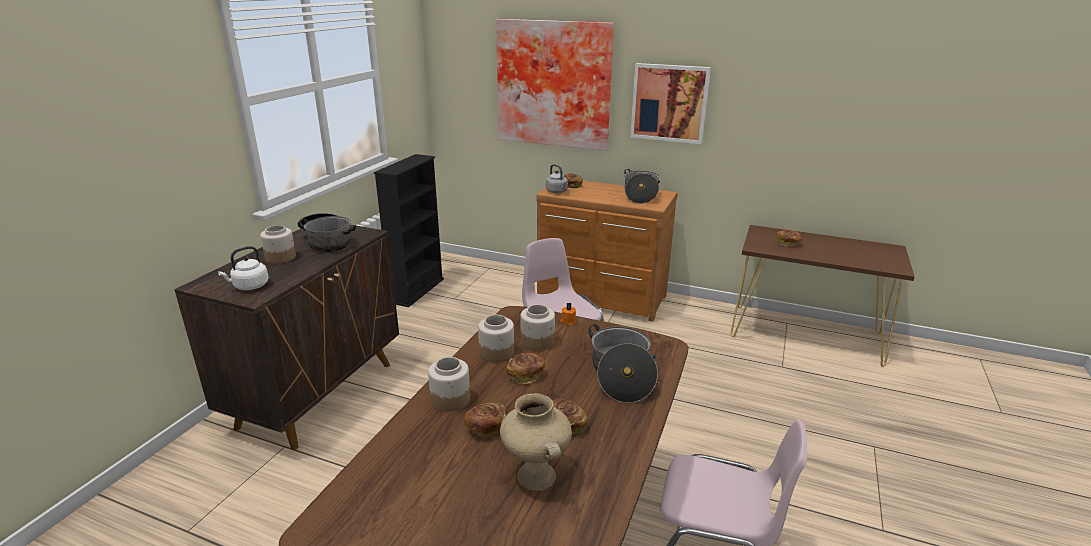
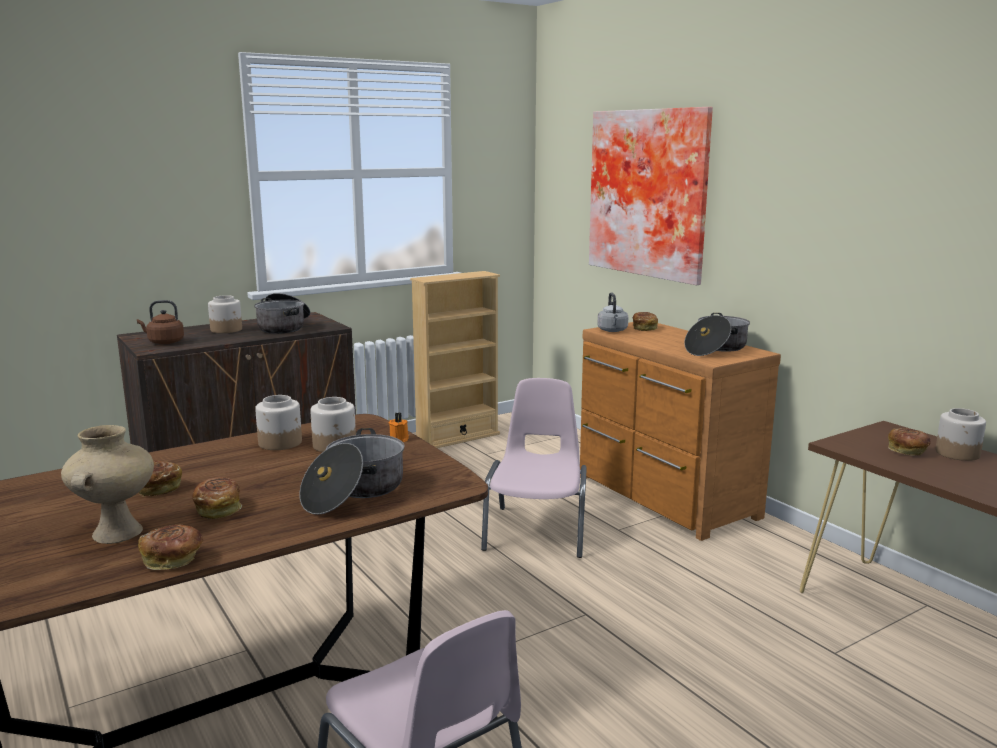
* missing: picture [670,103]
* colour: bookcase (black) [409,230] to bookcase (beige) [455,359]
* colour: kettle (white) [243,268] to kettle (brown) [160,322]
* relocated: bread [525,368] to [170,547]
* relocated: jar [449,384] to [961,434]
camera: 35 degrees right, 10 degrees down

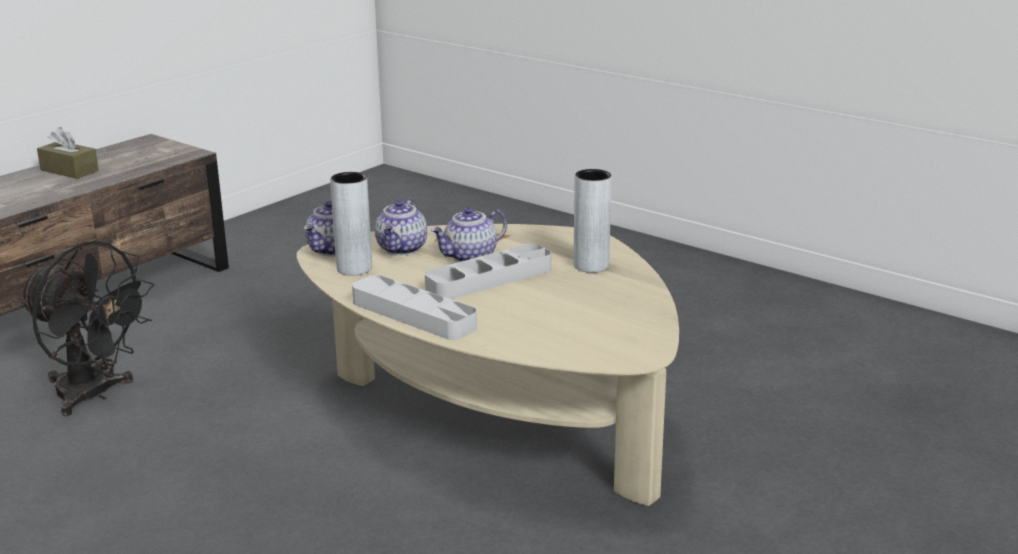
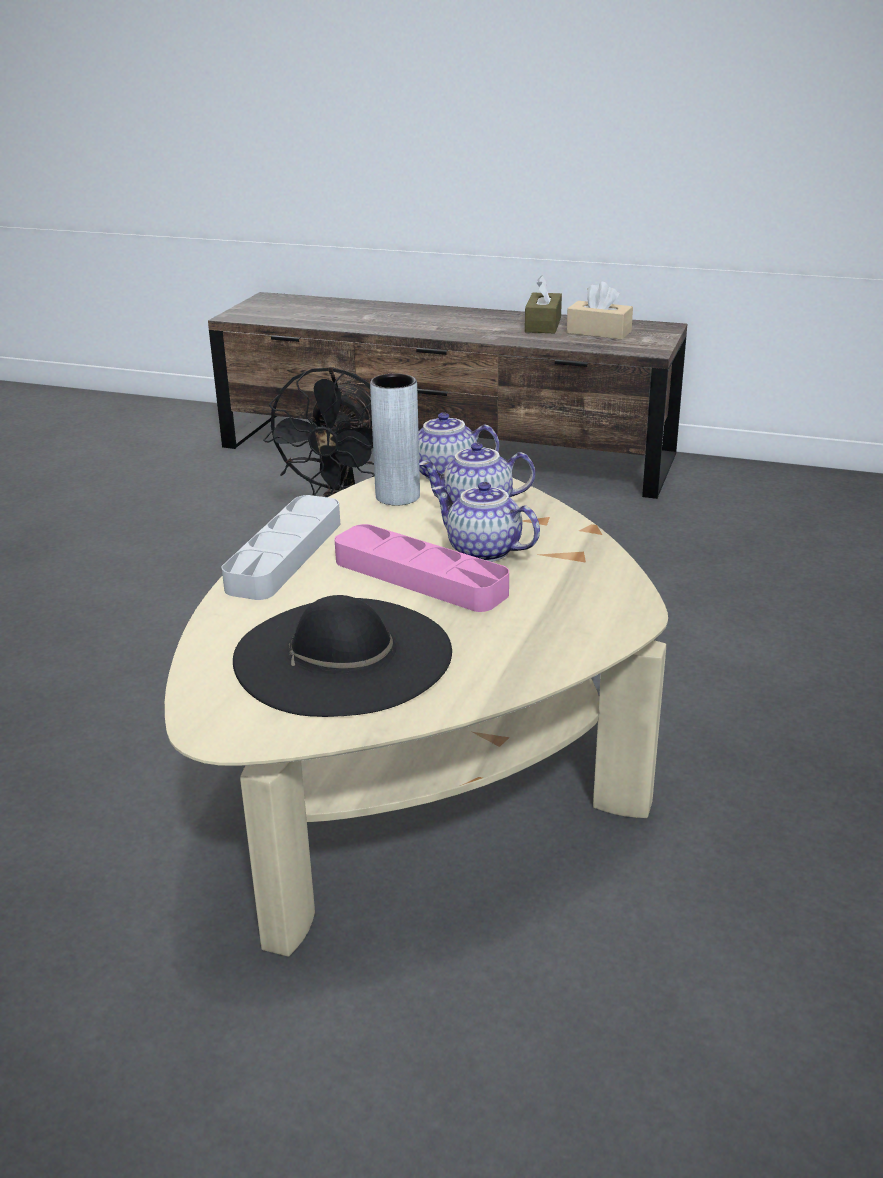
* missing: vase (grey) [593,221]
* colour: tray (grey) [488,271] to tray (pink) [422,568]
* appeared: tissue box (beige) [600,311]
* appeared: hat (black) [342,656]
camera: 70 degrees right, 5 degrees up

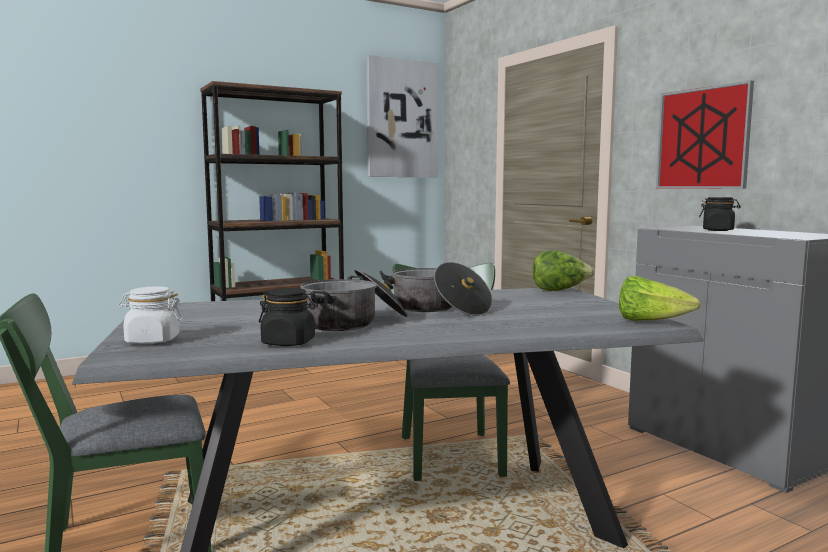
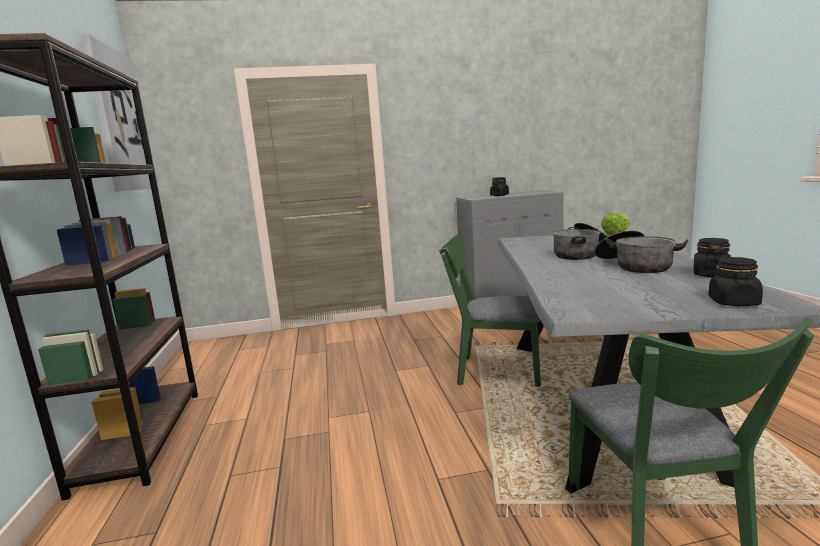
* missing: picture [705,134]
* missing: lettuce [563,270]
* colour: jar (white) [150,315] to jar (black) [735,281]
camera: 70 degrees left, 5 degrees up

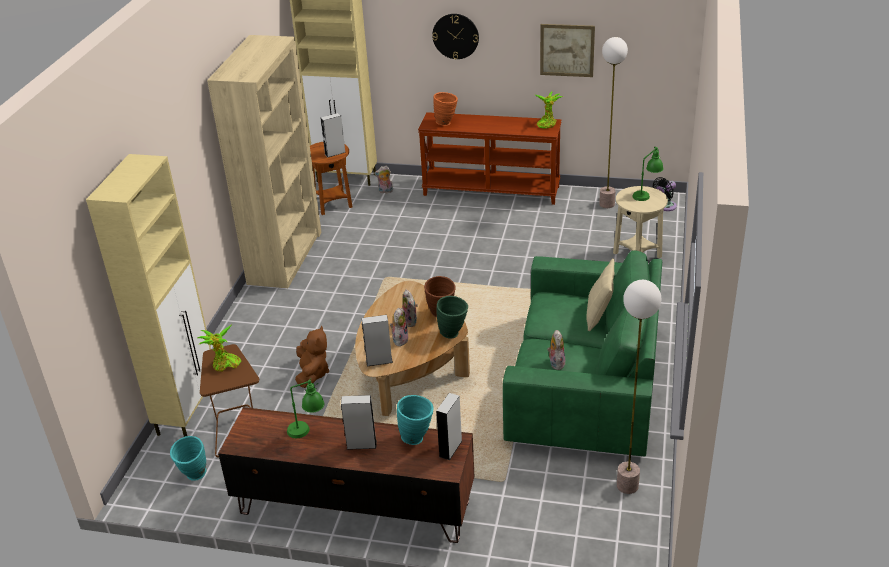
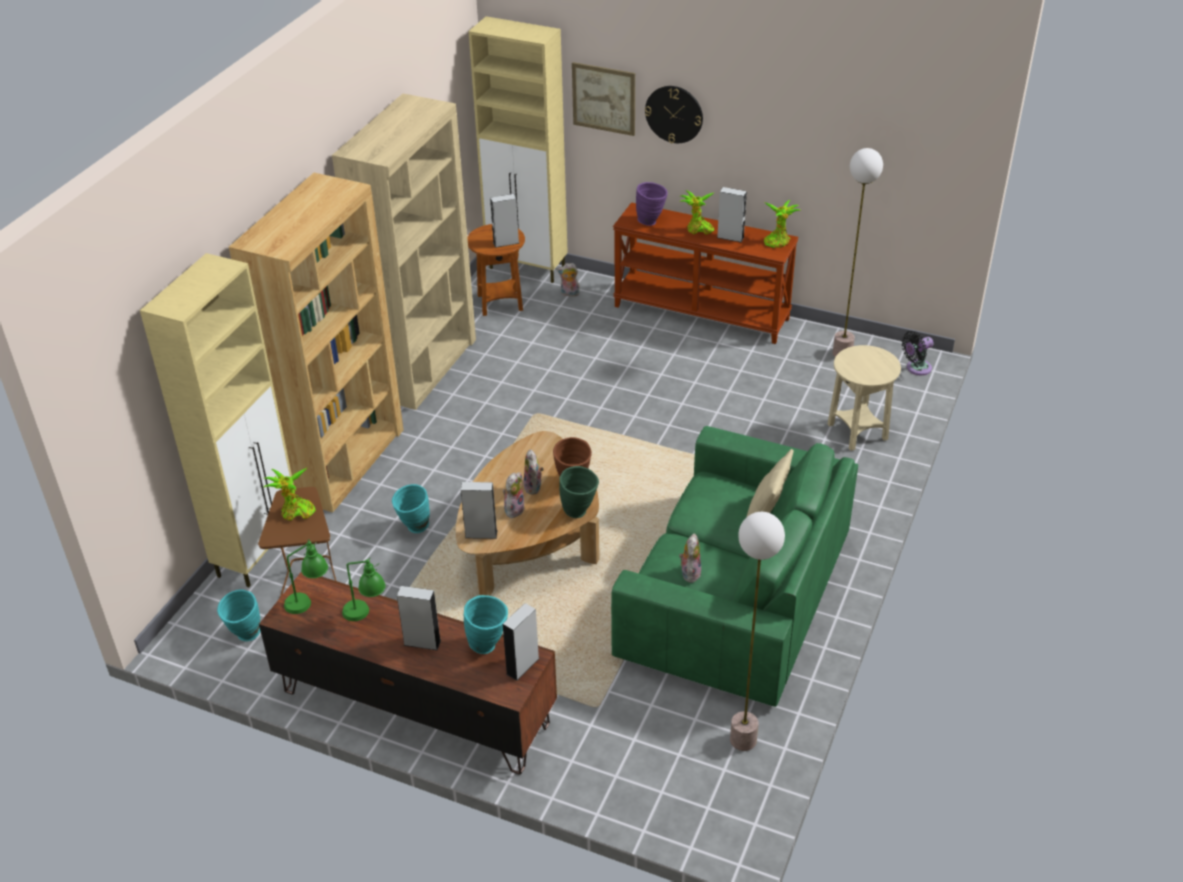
* relocated: picture [567,50] to [603,99]
* colour: vase (orange) [445,109] to vase (purple) [652,204]
* relocated: table lamp (green) [647,174] to [306,576]
* exchanged: plush toy (brown) [312,357] to vase (turquoise) [411,508]
* appeared: bookcase (brown) [316,342]
* appeared: speaker (grey) [732,214]
* appeared: potted plant [697,213]
camera: 10 degrees right, 5 degrees up

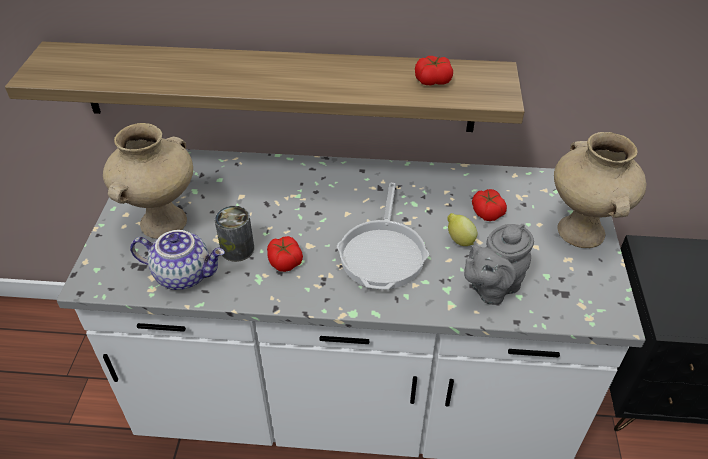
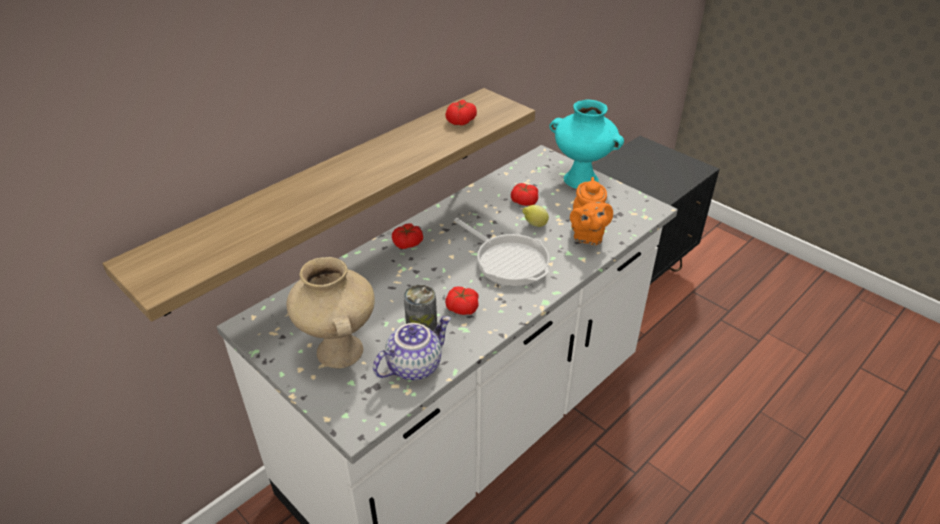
* colour: vase (beige) [600,190] to vase (turquoise) [586,144]
* colour: teapot (grey) [499,264] to teapot (orange) [591,211]
* appeared: tomato [407,236]
camera: 50 degrees left, 5 degrees down

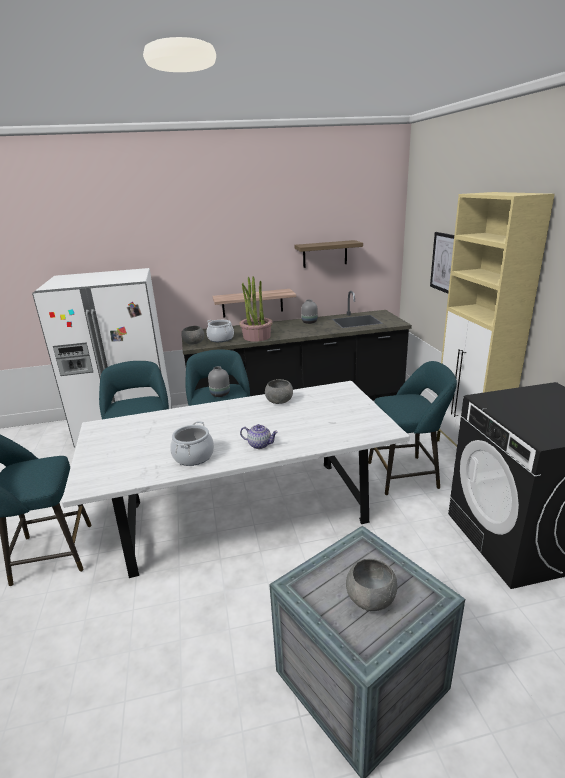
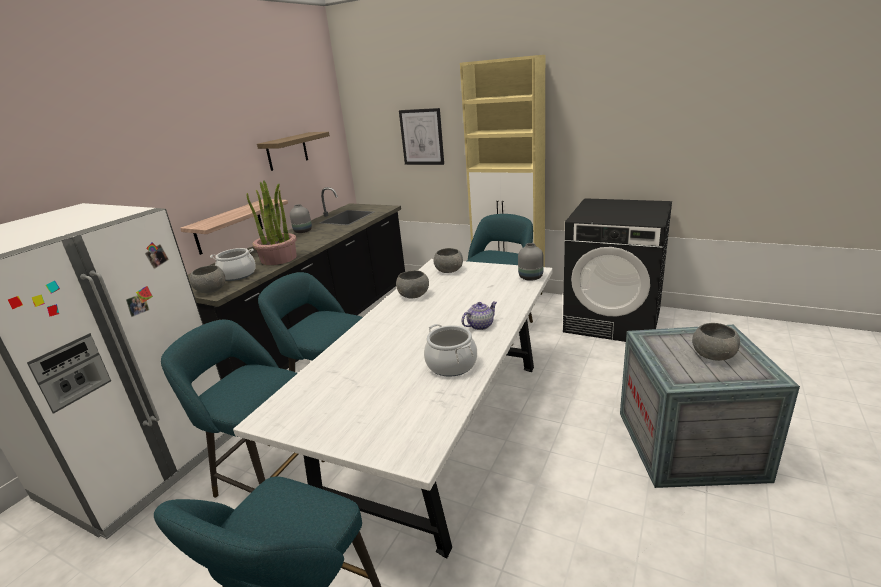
* relocated: vase (grey) [219,381] to [531,262]
* appeared: bowl (grey) [448,260]
camera: 50 degrees left, 0 degrees up

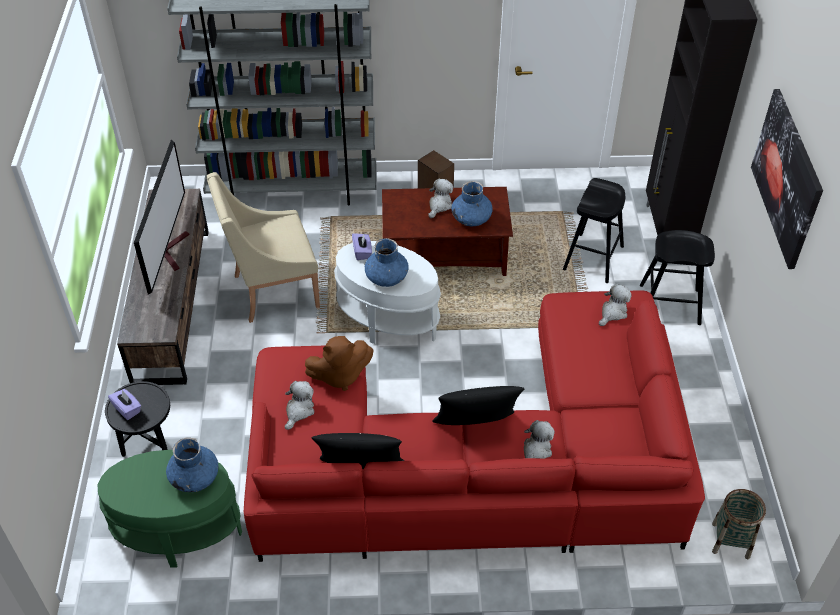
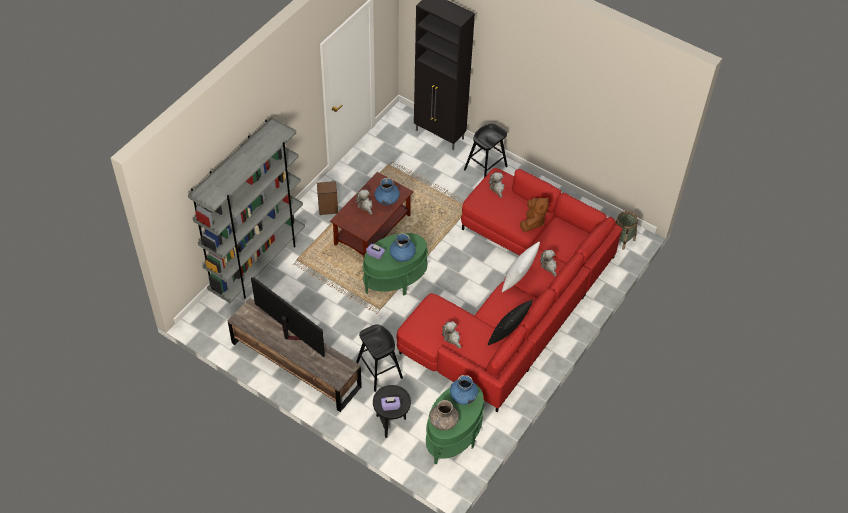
* missing: picture [787,179]
* missing: armchair (beige) [263,247]
* relocated: stool (black) [594,230] to [379,358]
* colour: side table (white) [387,292] to side table (green) [395,264]
* relocated: plush toy (brown) [339,363] to [534,214]
* colour: pillow (black) [478,405] to pillow (white) [521,267]
* appeared: vase (grey) [444,415]
camera: 55 degrees left, 5 degrees up

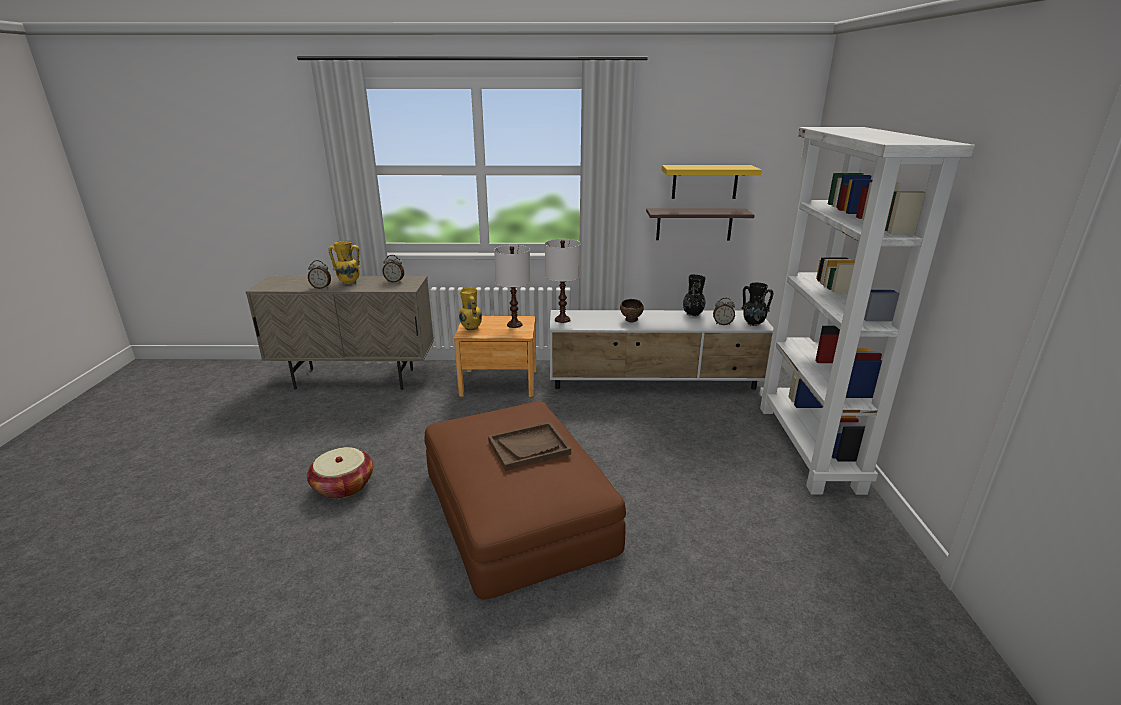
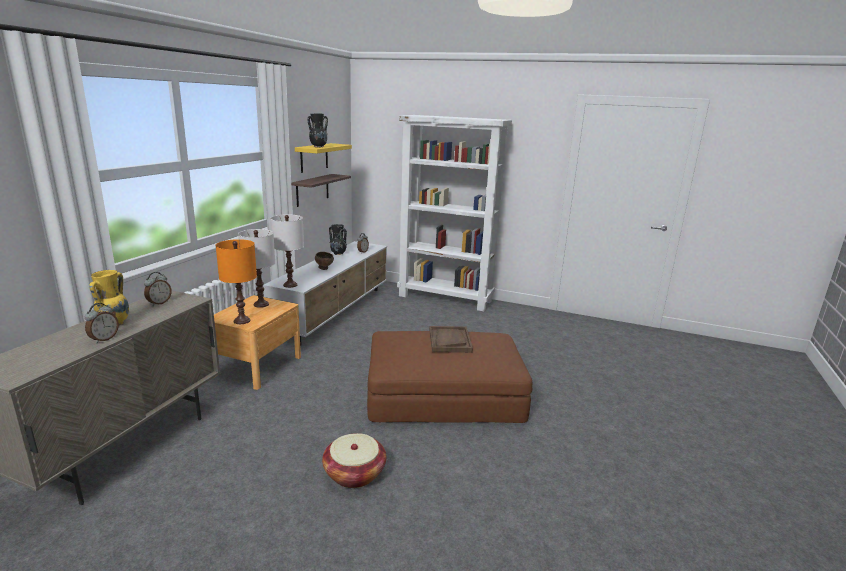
* relocated: vase (black) [757,304] to [317,130]
* exchanged: vase (yellow) [470,309] to table lamp (orange) [236,281]
camera: 70 degrees left, 5 degrees down

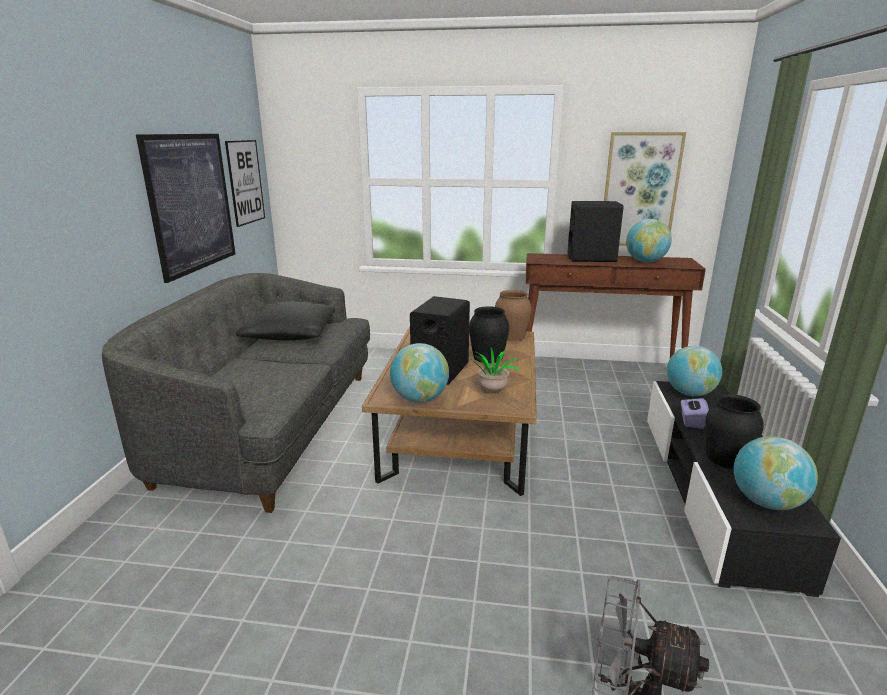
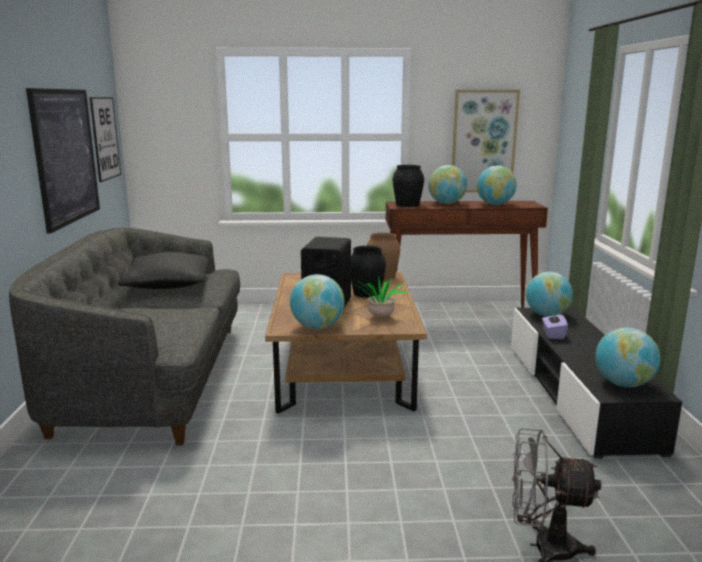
* exchanged: speaker (black) [595,231] to globe [447,184]
* relocated: vase (black) [734,431] to [408,186]
camera: 10 degrees left, 5 degrees down

